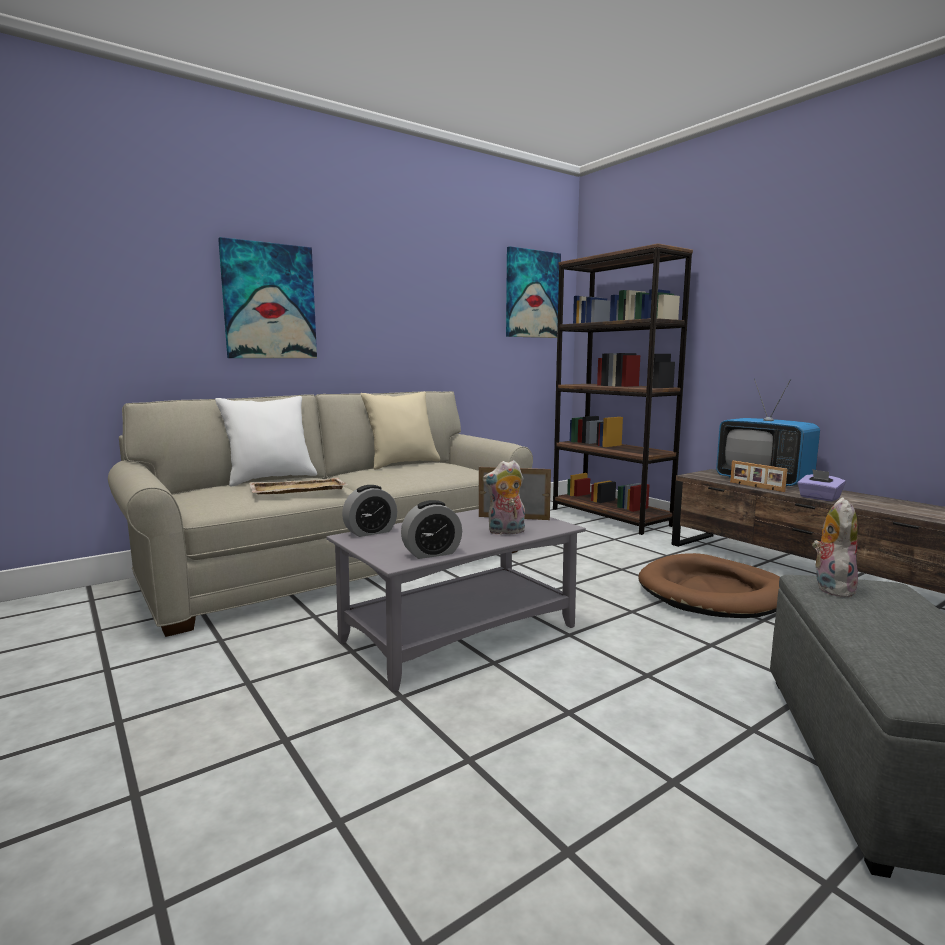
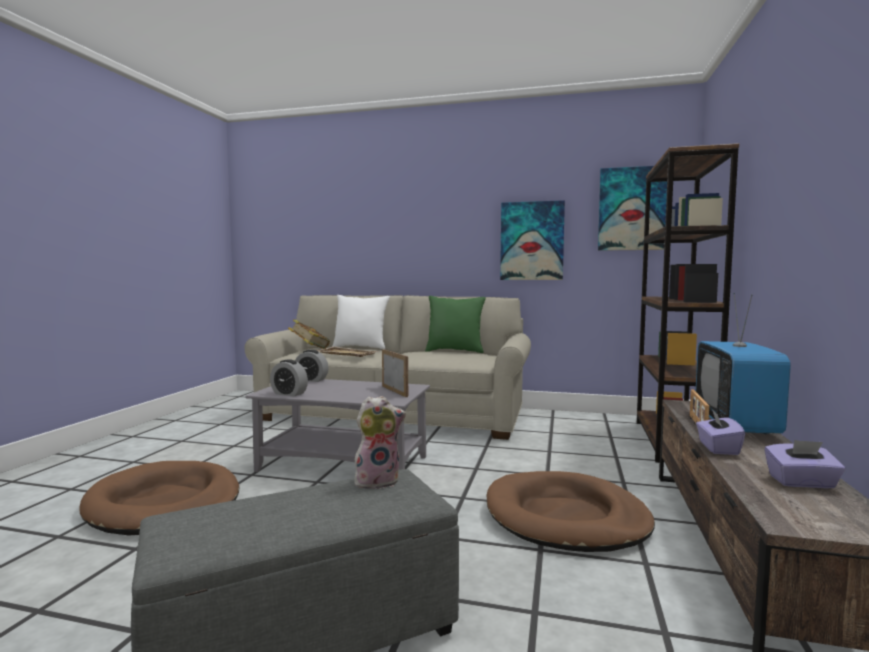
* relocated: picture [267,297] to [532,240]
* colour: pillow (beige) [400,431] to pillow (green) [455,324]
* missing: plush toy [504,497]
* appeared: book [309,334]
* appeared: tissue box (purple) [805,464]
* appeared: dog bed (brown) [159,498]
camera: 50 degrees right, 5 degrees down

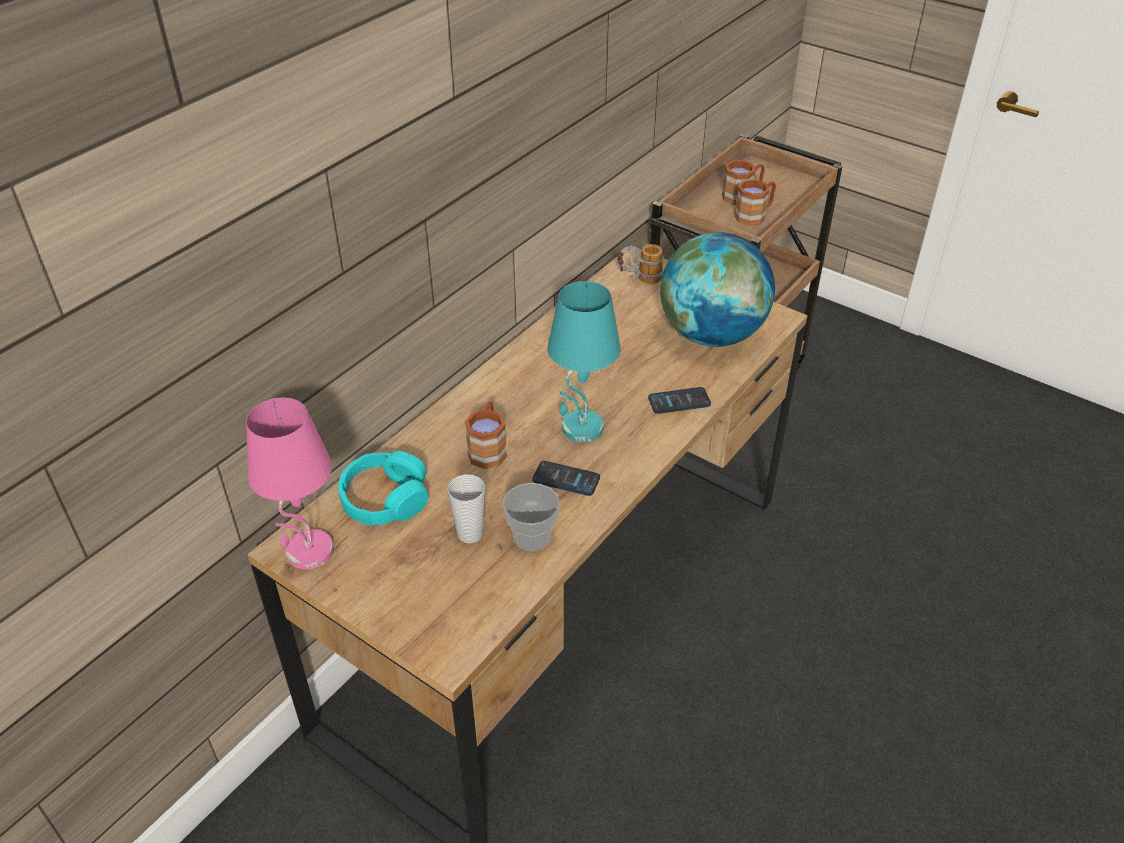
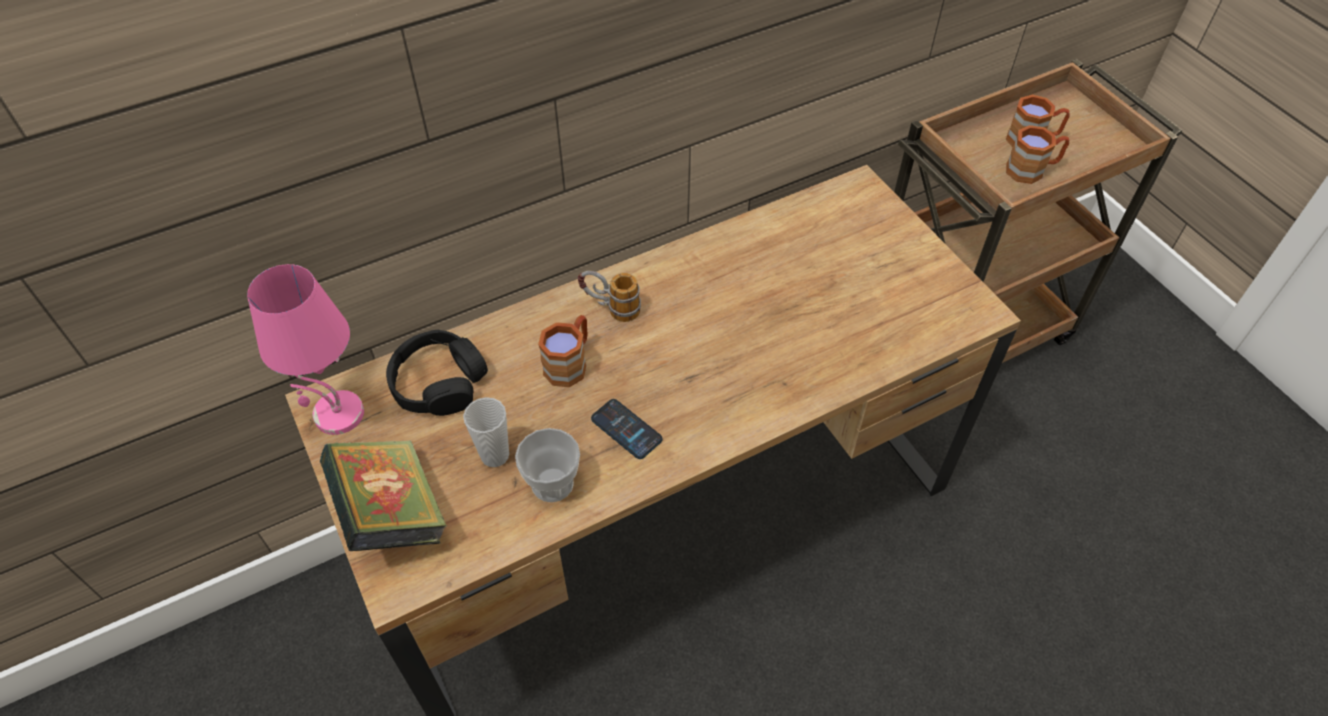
* missing: globe [717,289]
* relocated: mug [641,264] to [609,296]
* missing: table lamp (turquoise) [583,361]
* missing: phone [679,400]
* colour: headphones (turquoise) [383,488] to headphones (black) [437,373]
* appeared: book [383,495]
camera: 25 degrees right, 10 degrees up

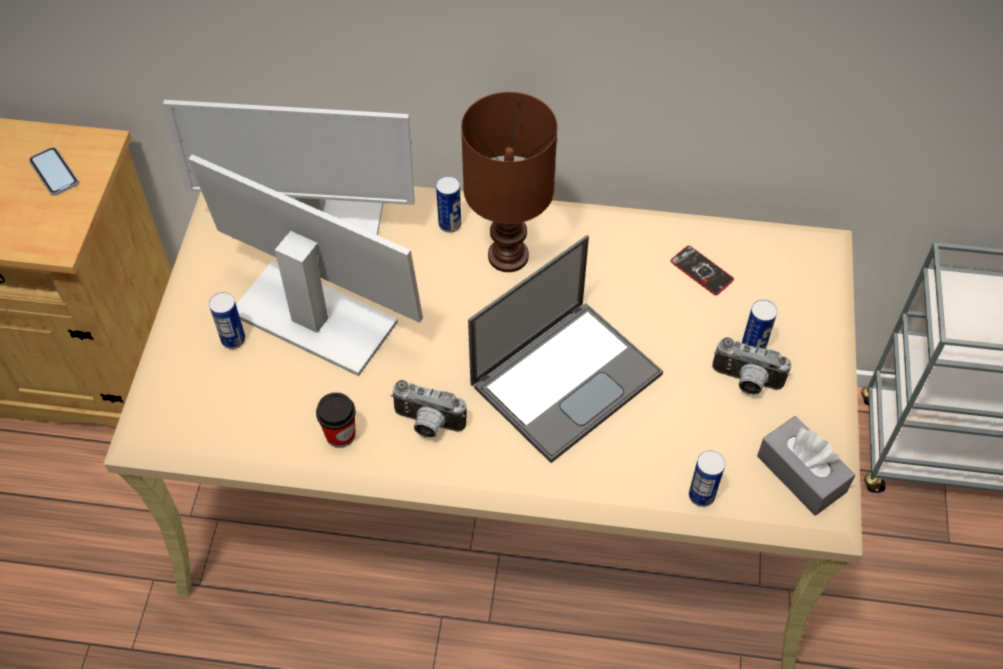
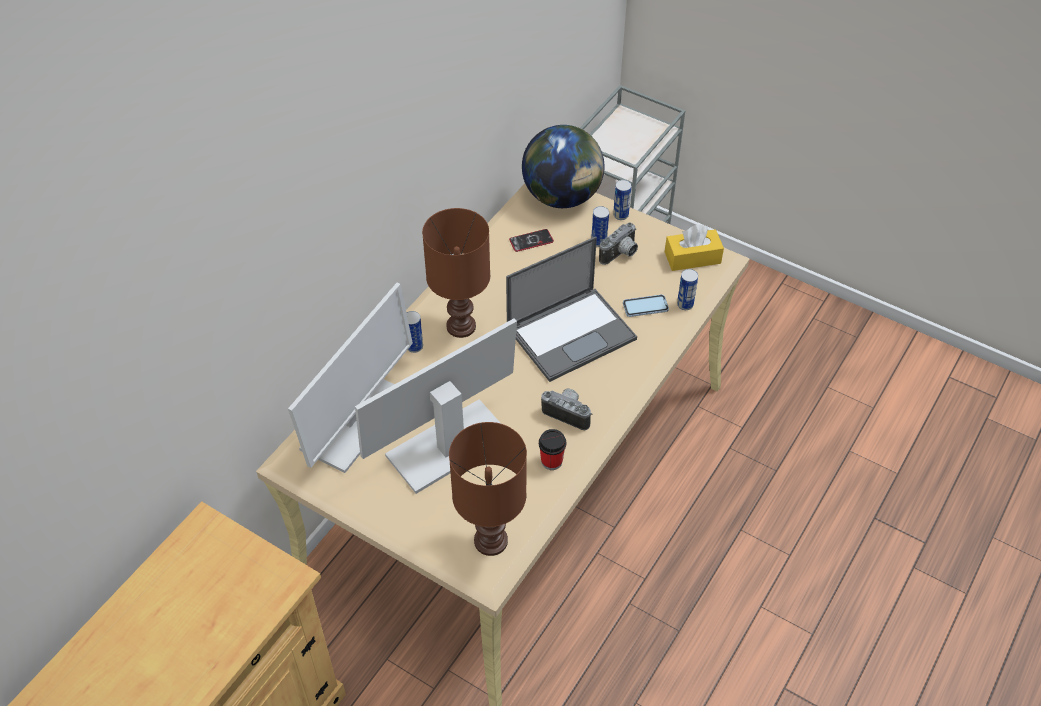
* relocated: phone [54,171] to [646,306]
* spun: laptop [565,349] = [571,309] 75 degrees clockwise
* relocated: can [227,320] to [622,200]
* spun: photo camera [429,409] = [567,409] 105 degrees counterclockwise
* colour: tissue box (grey) [806,466] to tissue box (yellow) [694,247]
* appeared: globe [563,166]
* appeared: table lamp (brown) [488,489]
camera: 65 degrees left, 5 degrees down

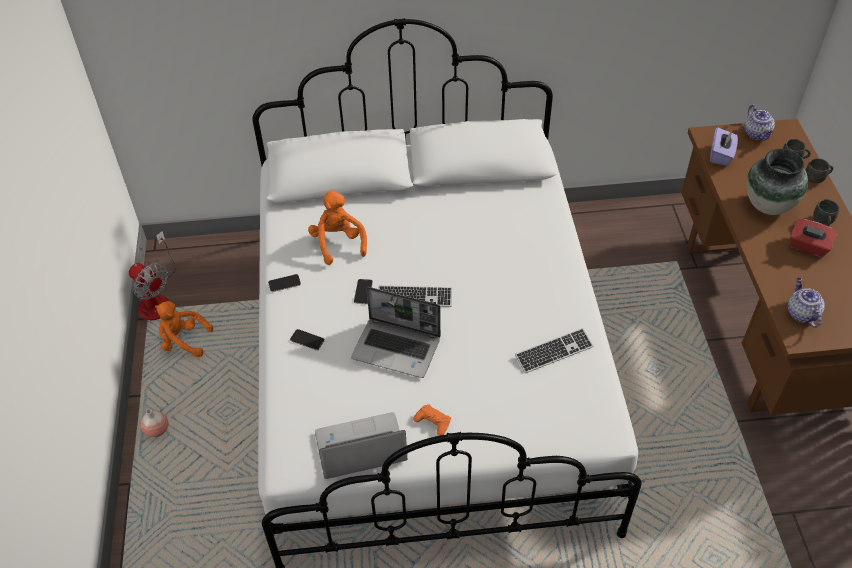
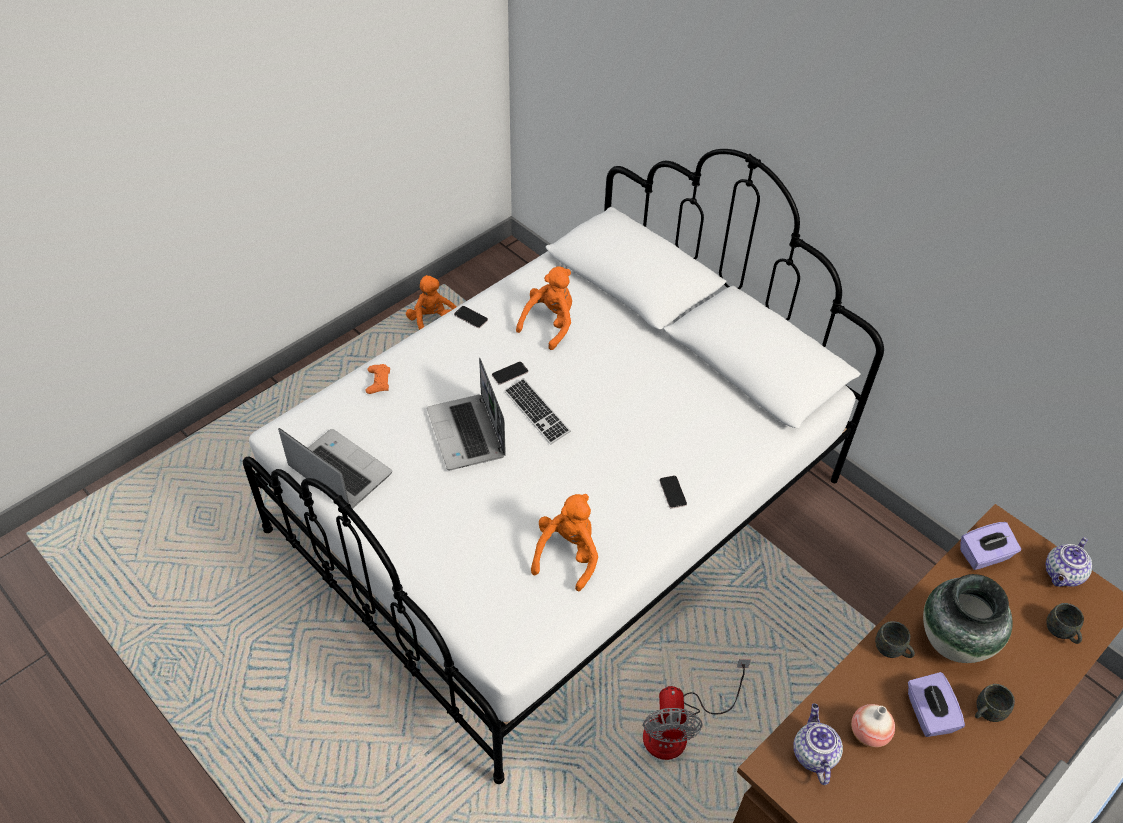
* relocated: mug (grey) [819,170] to [895,639]
* colour: tissue box (red) [813,238] to tissue box (purple) [936,704]
* relocated: fan [152,275] to [697,709]
* spun: teapot [806,303] = [818,744] 45 degrees counterclockwise
* exchanged: keyboard [554,350] to plush toy (orange) [564,543]
* relocated: phone [307,340] to [673,492]
* relocated: game controller (orange) [432,420] to [377,379]
* relocated: vase [154,423] to [873,726]
camera: 50 degrees right, 0 degrees up

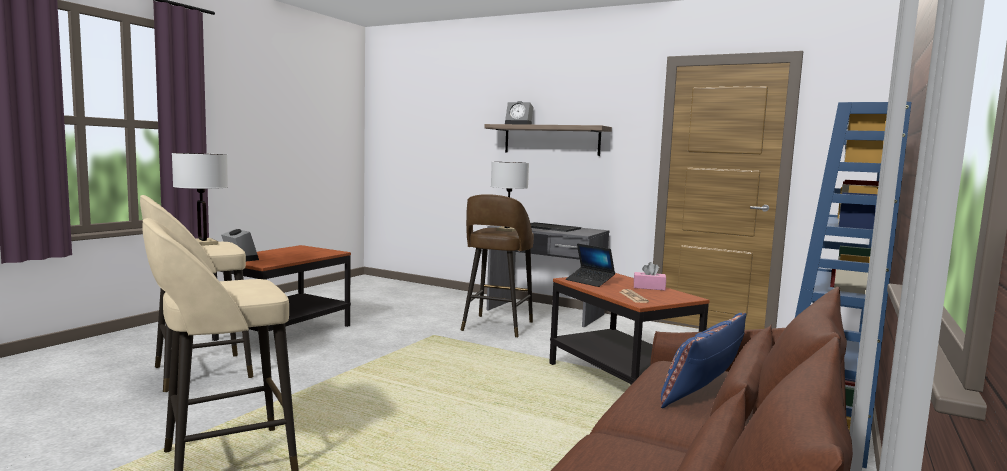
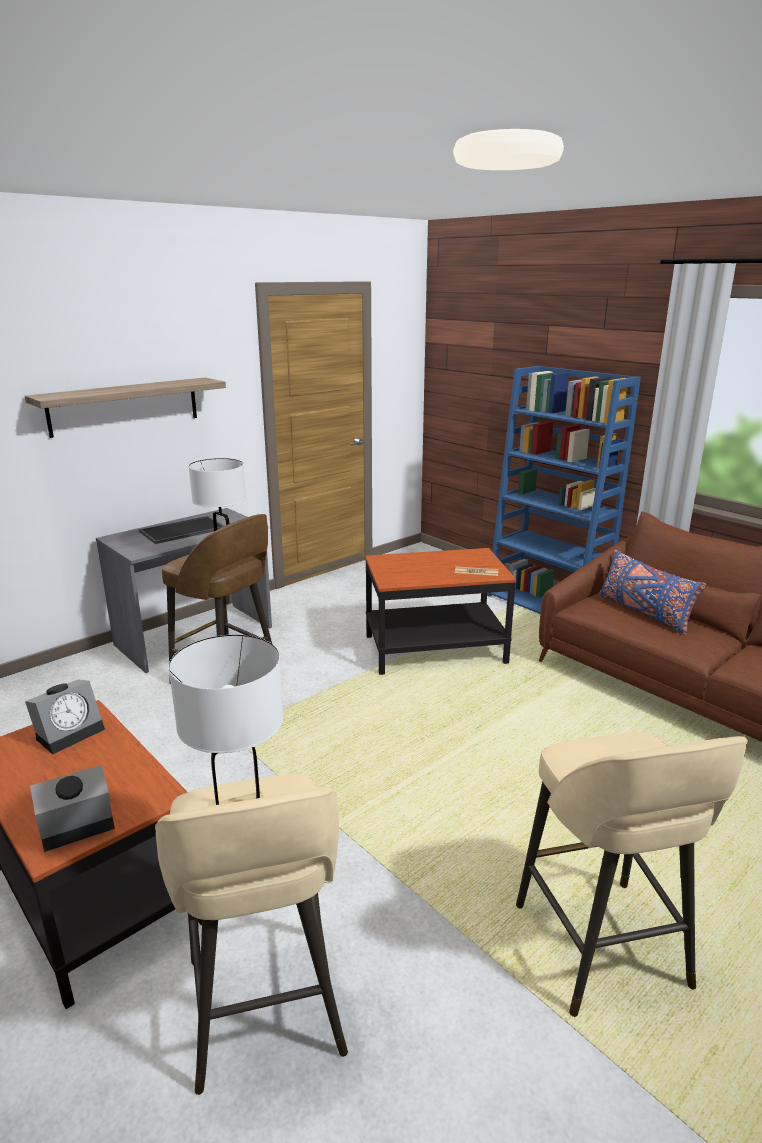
* relocated: alarm clock [519,113] to [65,716]
* missing: laptop [590,265]
* missing: tissue box (pink) [650,276]
camera: 70 degrees left, 15 degrees up

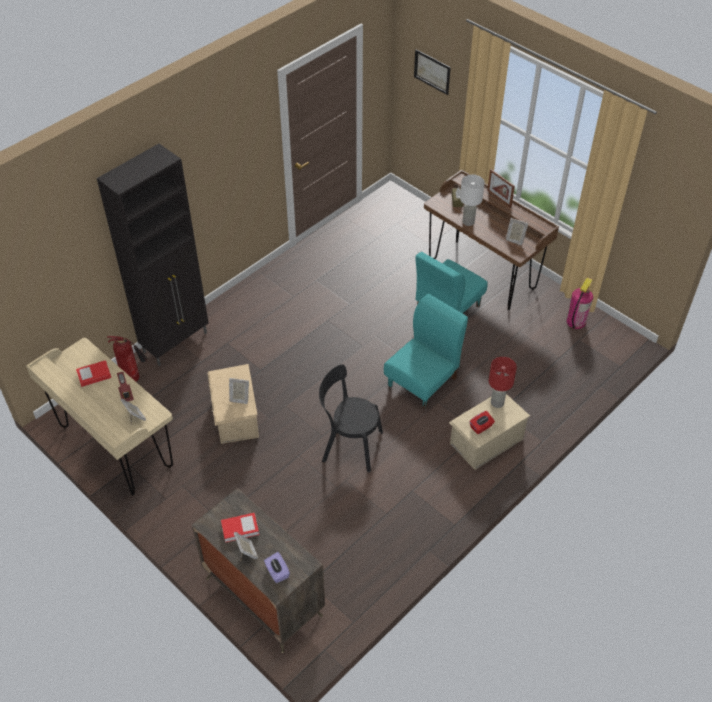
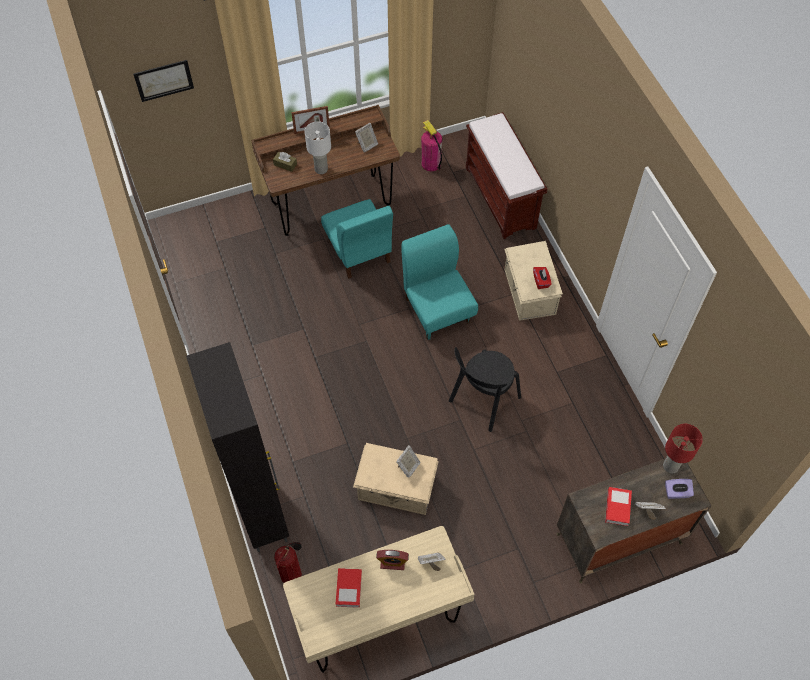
* relocated: table lamp (red) [503,382] to [683,448]
* appeared: bench (brown) [506,175]
camera: 65 degrees left, 10 degrees up

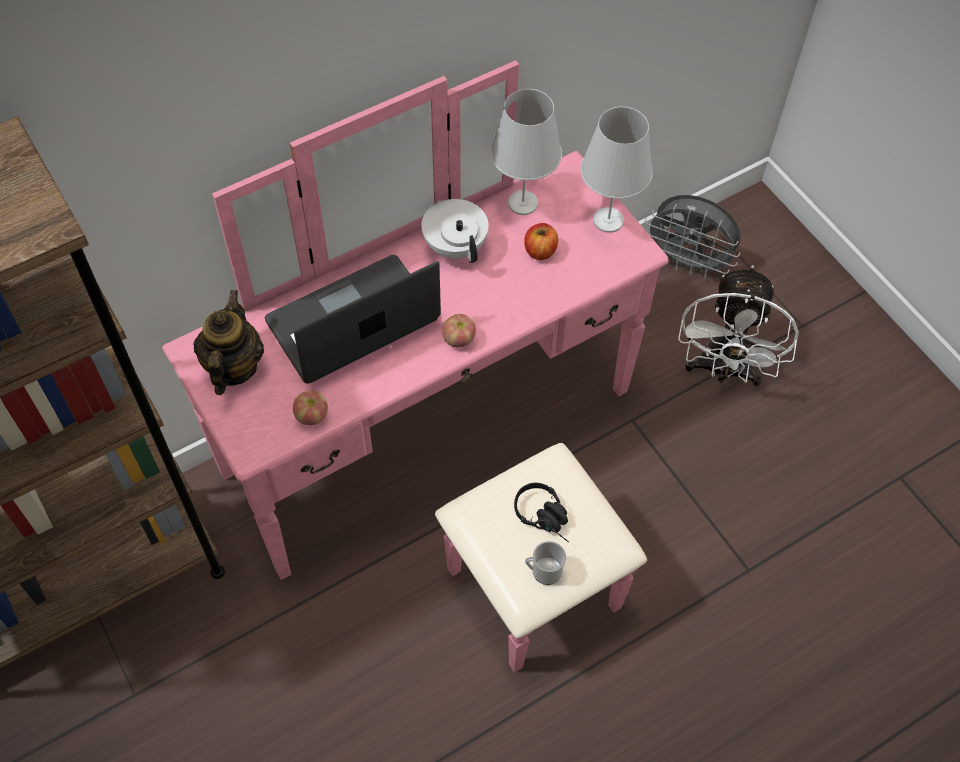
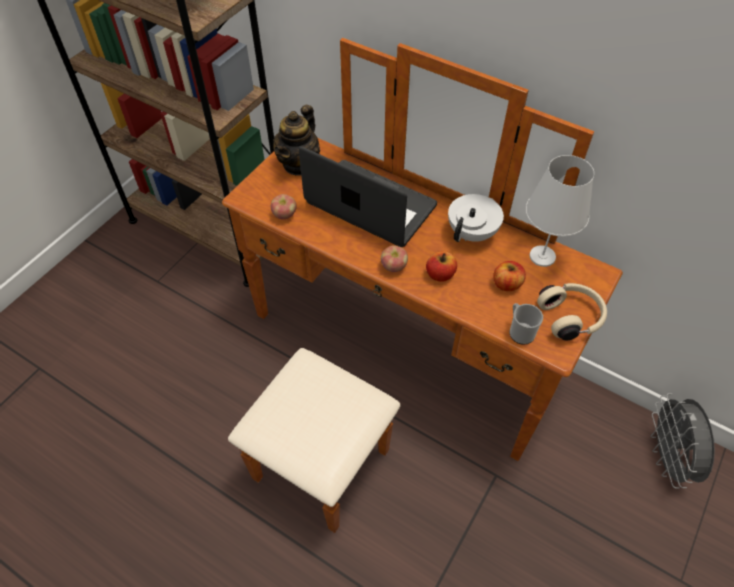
* colour: dresser (pink) [415,366] to dresser (brown) [422,285]
* exchanged: table lamp (white) [616,170] to headphones (beige) [572,312]
* missing: fan (white) [738,325]
* spun: teapot [228,342] = [296,140] 135 degrees clockwise
* missing: headphones (black) [541,512]
* relocated: mug [545,563] to [526,324]
* appeared: apple [441,266]
camera: 65 degrees right, 5 degrees down

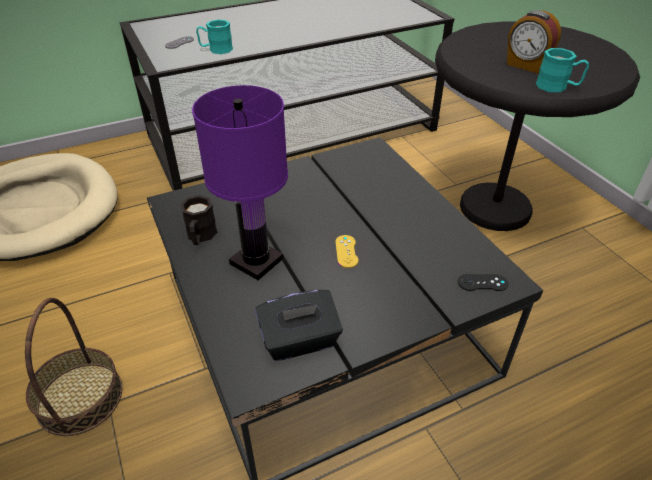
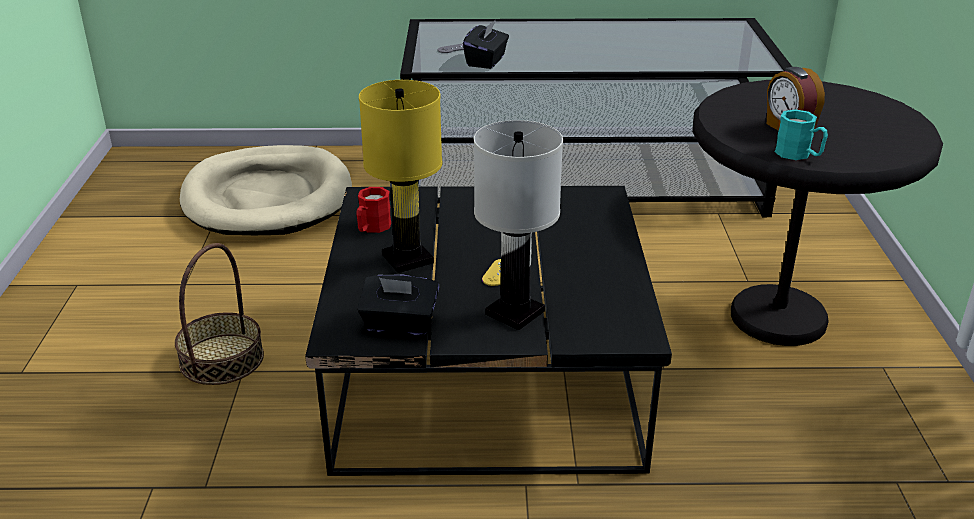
* exchanged: mug (turquoise) [214,36] to tissue box (black) [486,44]
* colour: table lamp (purple) [240,182] to table lamp (yellow) [400,176]
* colour: mug (black) [198,220] to mug (red) [373,210]
* missing: game controller (black) [483,282]
* appeared: table lamp (white) [518,225]
camera: 25 degrees right, 10 degrees down

